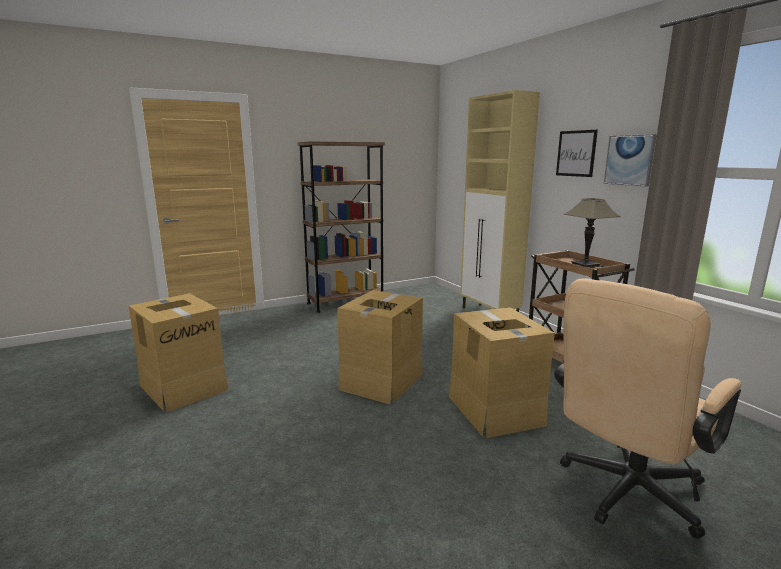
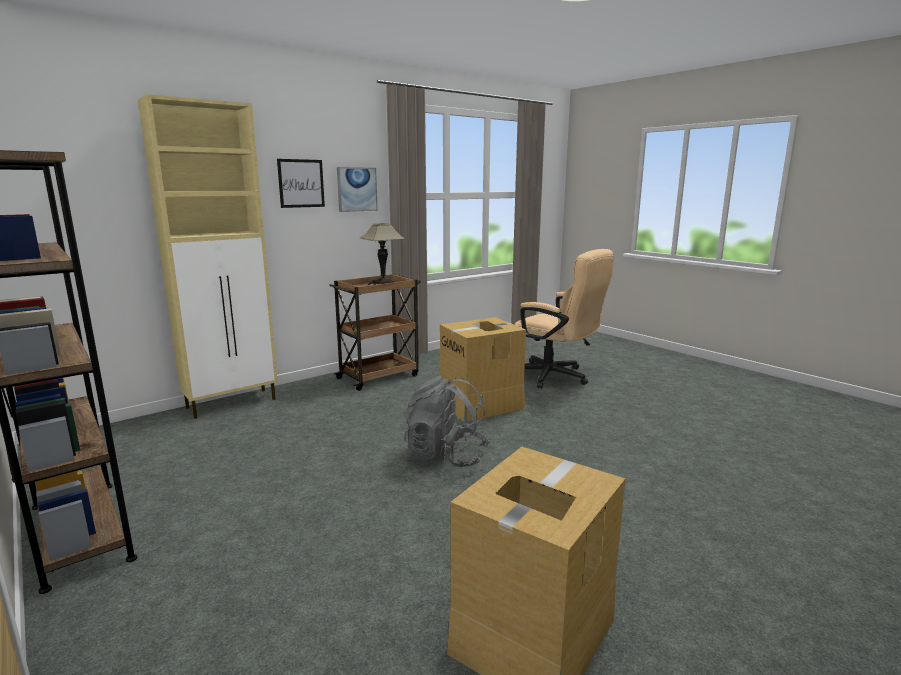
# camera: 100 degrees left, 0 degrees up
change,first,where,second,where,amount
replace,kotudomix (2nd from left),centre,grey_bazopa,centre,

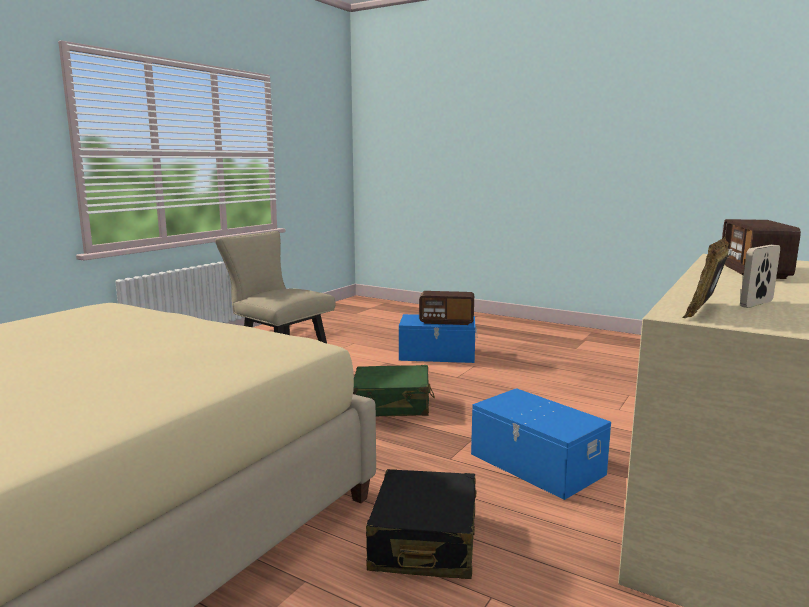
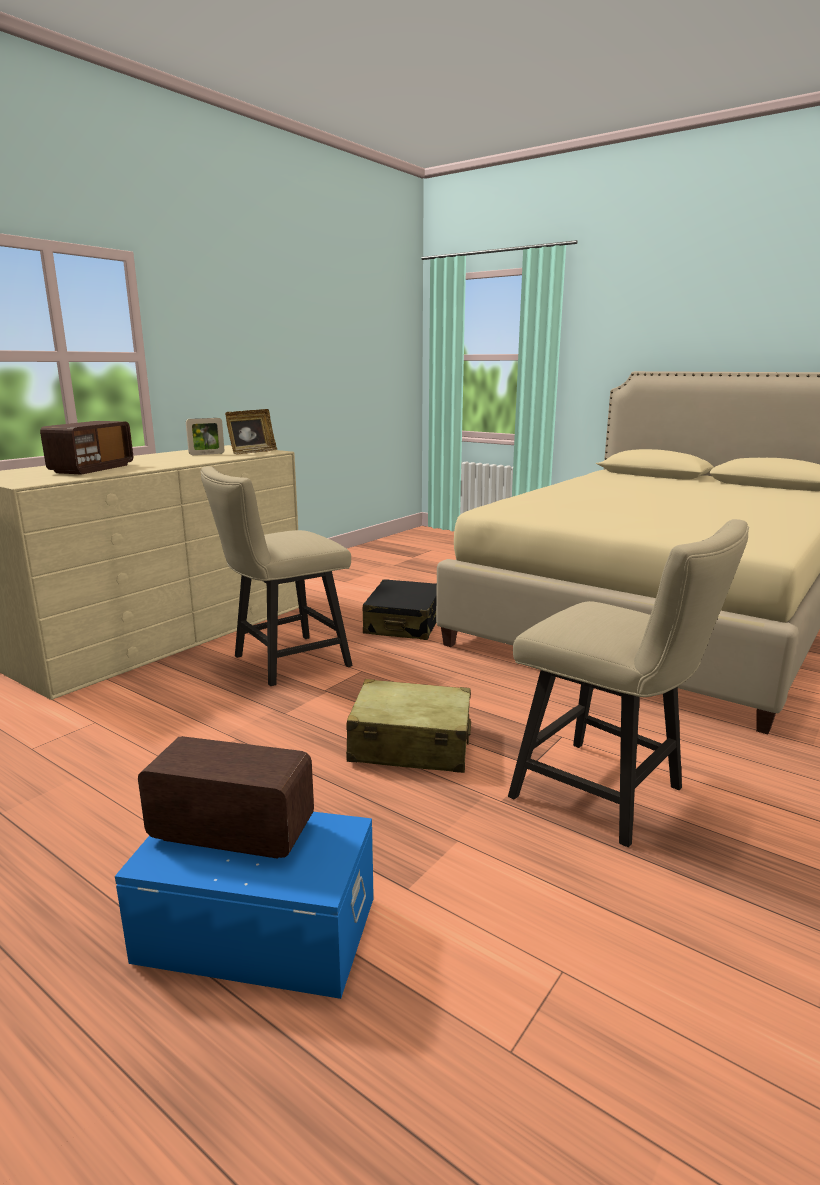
# camera: 175 degrees left, 5 degrees up
change,first,where,second,where,amount
recolor,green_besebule,centre,beige_besebule,centre,
replace,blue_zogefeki (2nd from left),bottom right,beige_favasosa (1st from left),centre,

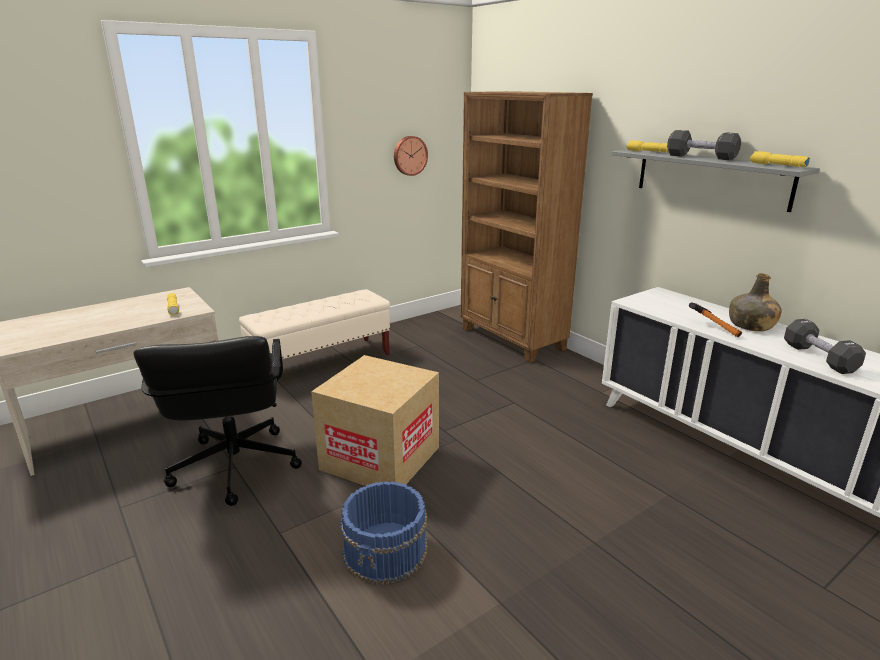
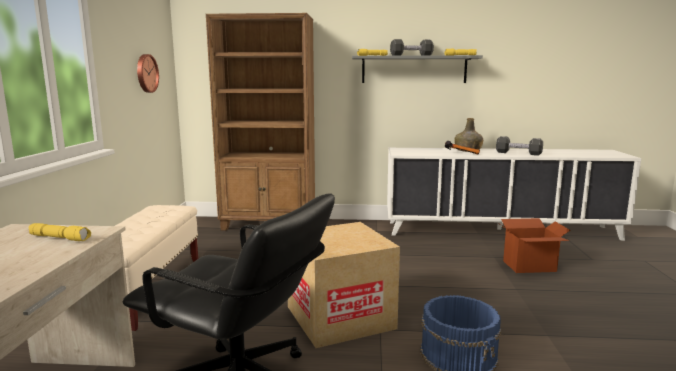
# camera: 50 degrees left, 10 degrees down
change,first,where,second,where,amount
insert,,,kotudomix (2nd from left),middle right,

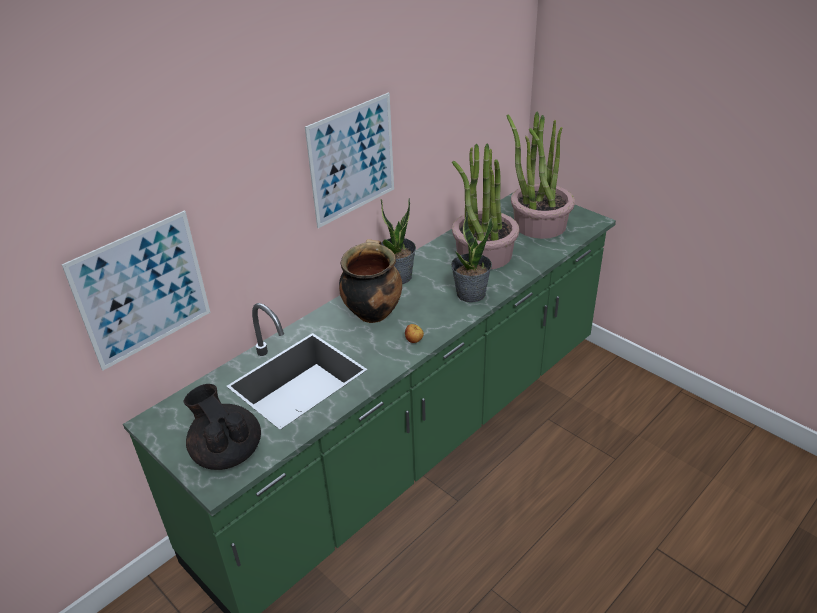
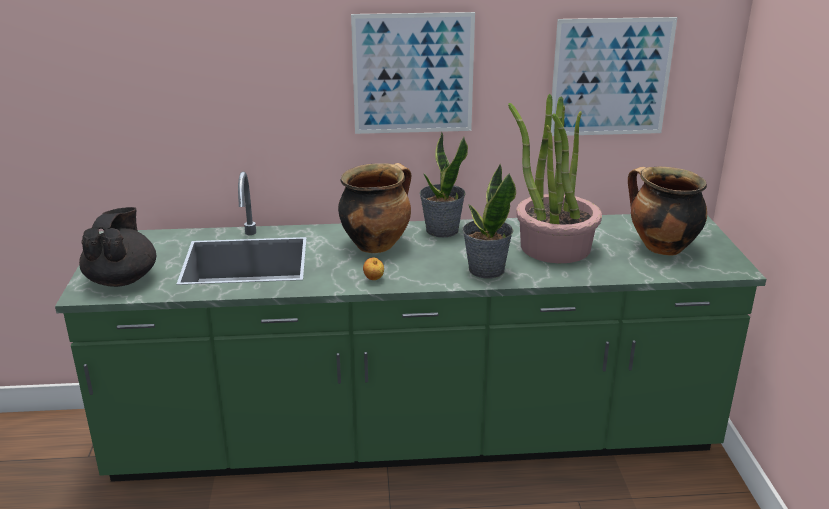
# camera: 40 degrees right, 10 degrees down
change,first,where,second,where,amount
move,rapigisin (1st from left in the first image),middle left,rapigisin (2nd from left),top right,
replace,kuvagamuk (4th from left),top centre,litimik (2nd from left),middle right,

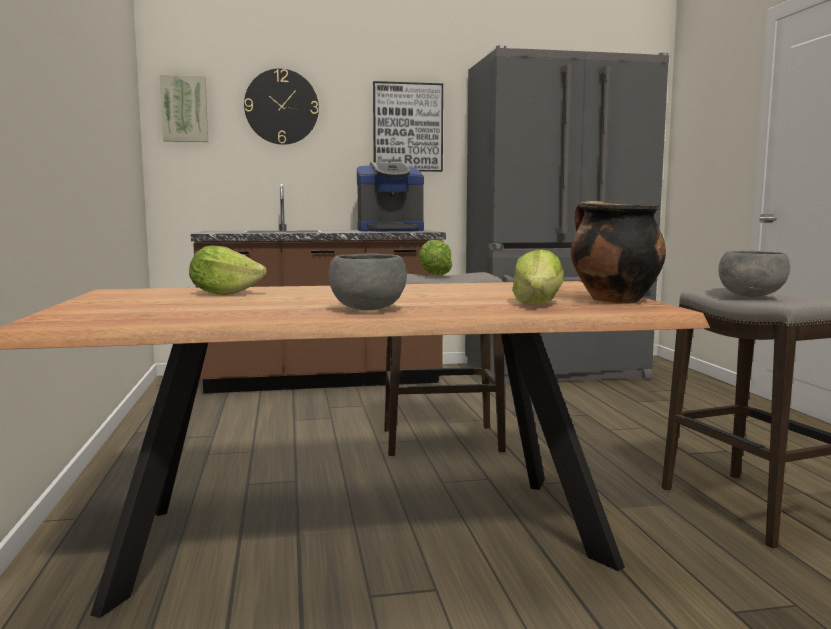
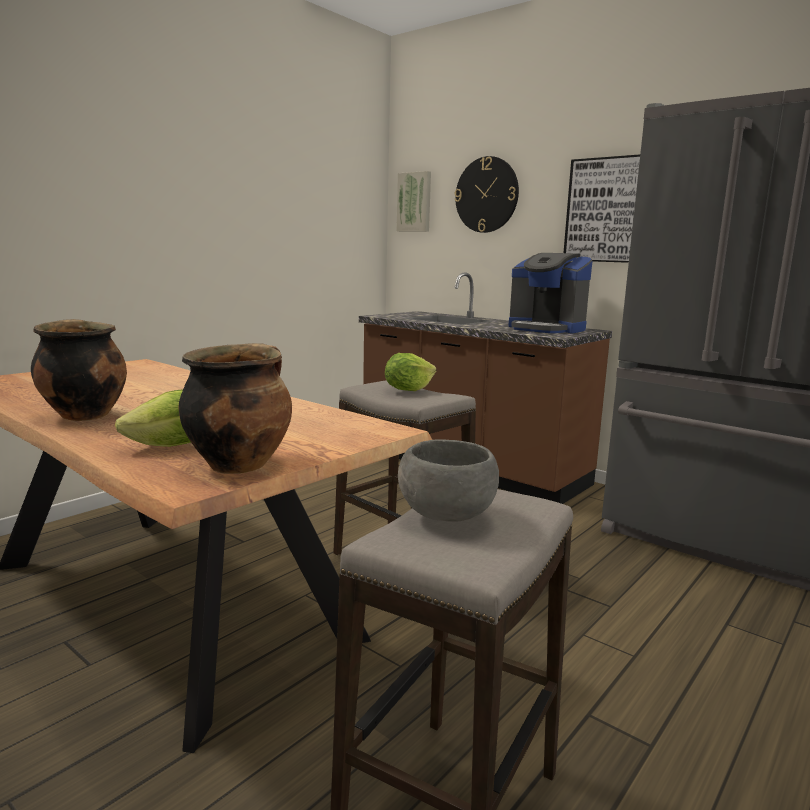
# camera: 50 degrees right, 5 degrees up
change,first,where,second,where,amount
delete,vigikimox (1st from left),middle left,,,
replace,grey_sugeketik (1st from left),centre,litimik (1st from left),middle left,

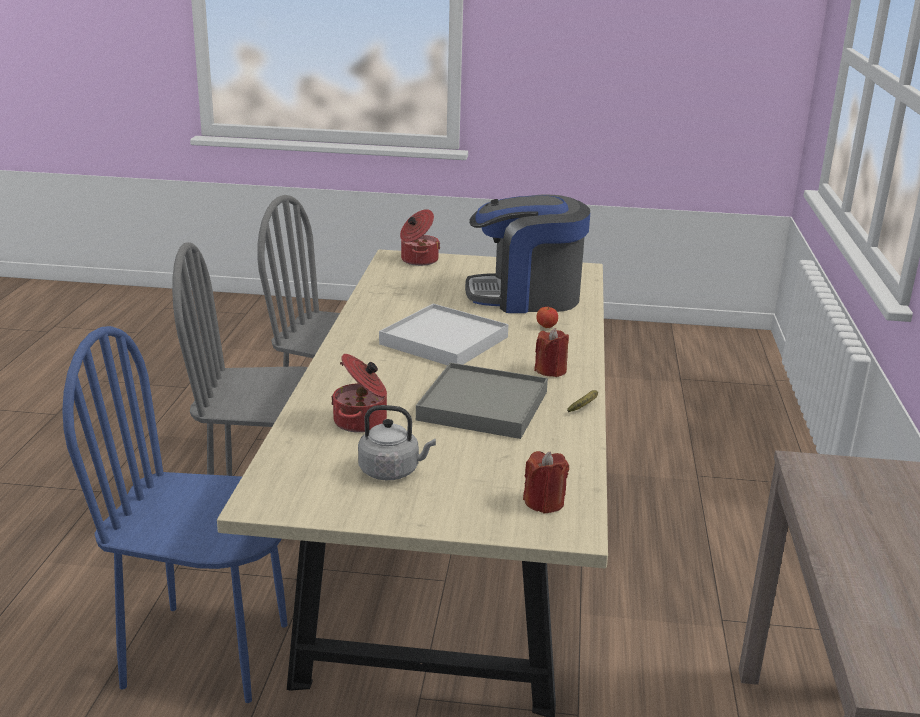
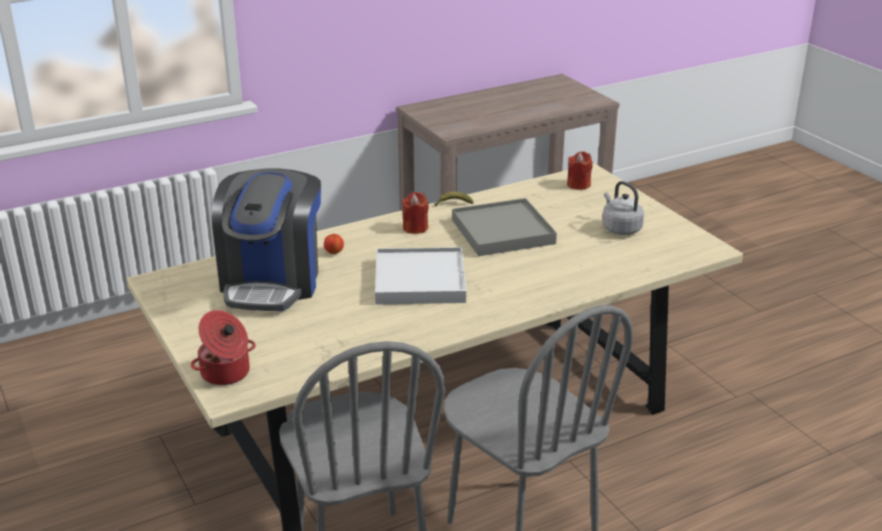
# camera: 125 degrees left, 5 degrees up
change,first,where,second,where,amount
delete,blue_favasosa,bottom left,,,
delete,litimik (1st from left),centre,,,
rotate,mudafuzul,centre,,middle left,45 degrees clockwise

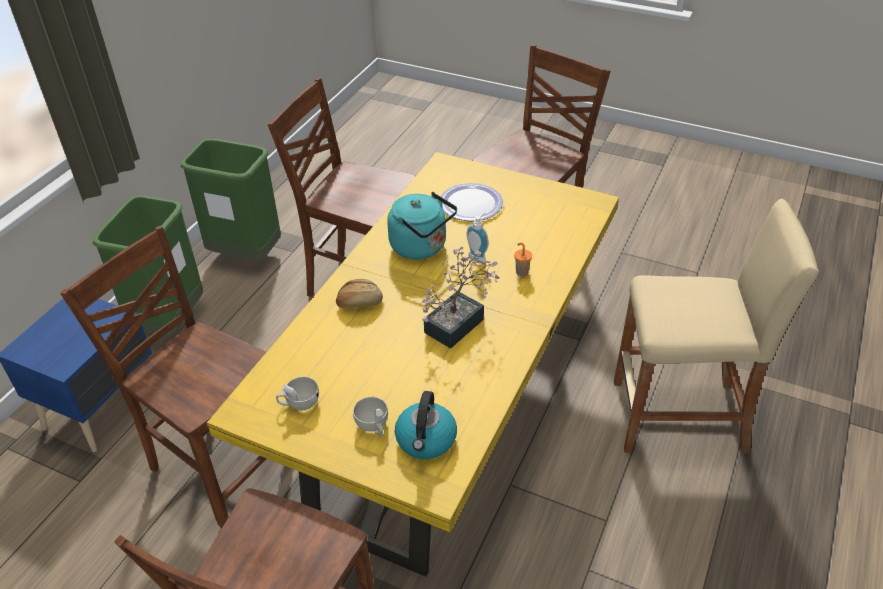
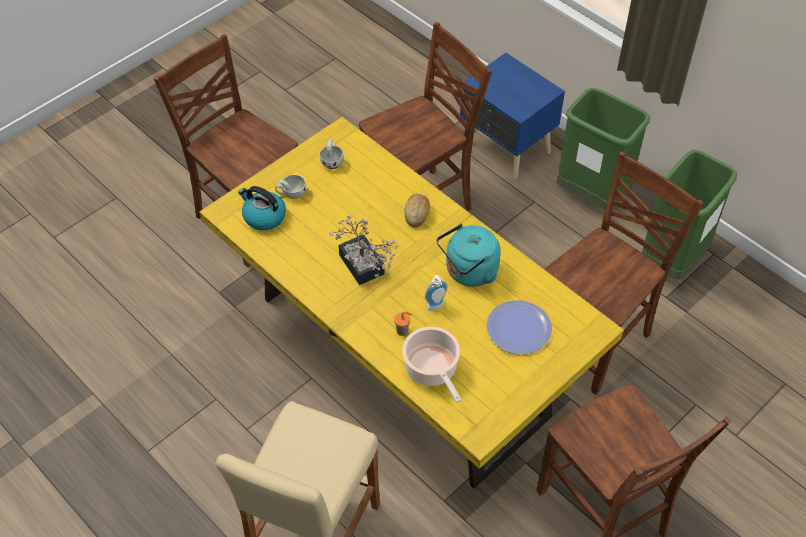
# camera: 110 degrees right, 10 degrees up
change,first,where,second,where,amount
insert,,,litimik,bottom centre,

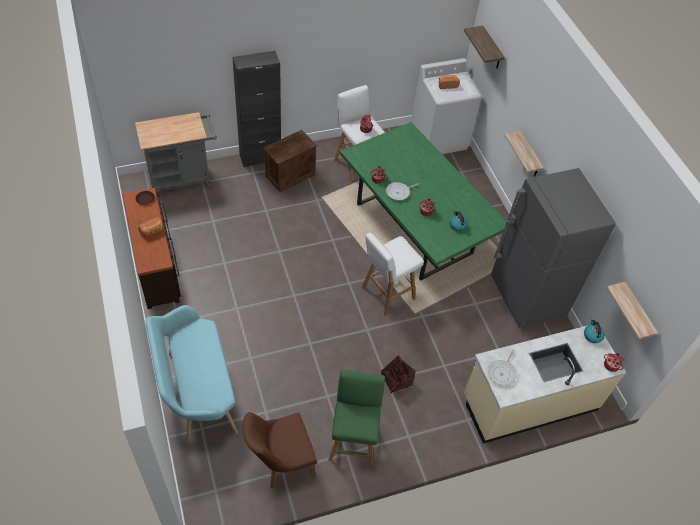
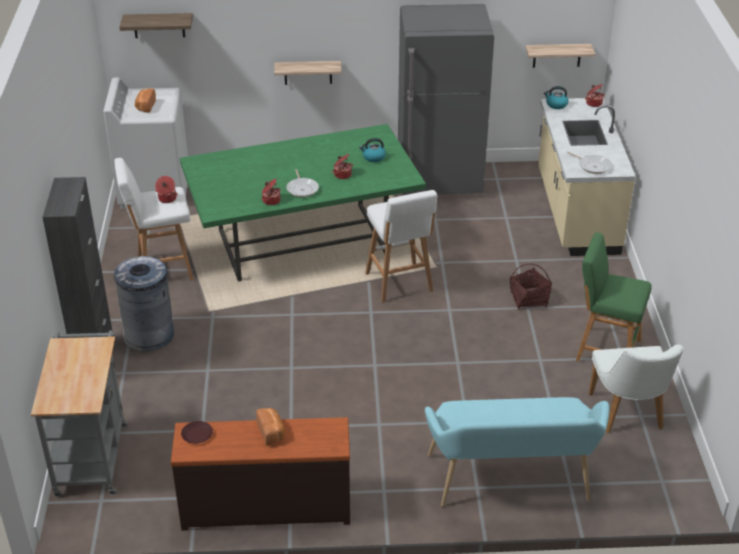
# camera: 70 degrees left, 15 degrees down
change,first,where,second,where,amount
recolor,brown_favasosa,bottom centre,white_favasosa,bottom right,
replace,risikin,top centre,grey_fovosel,middle left,

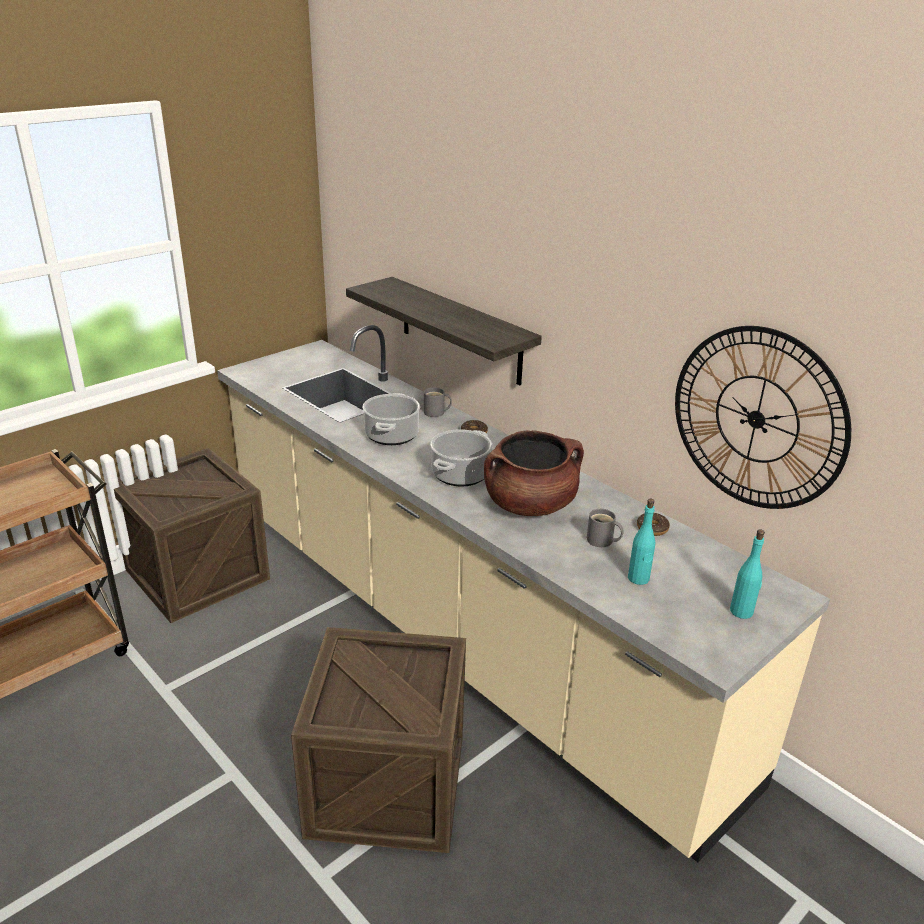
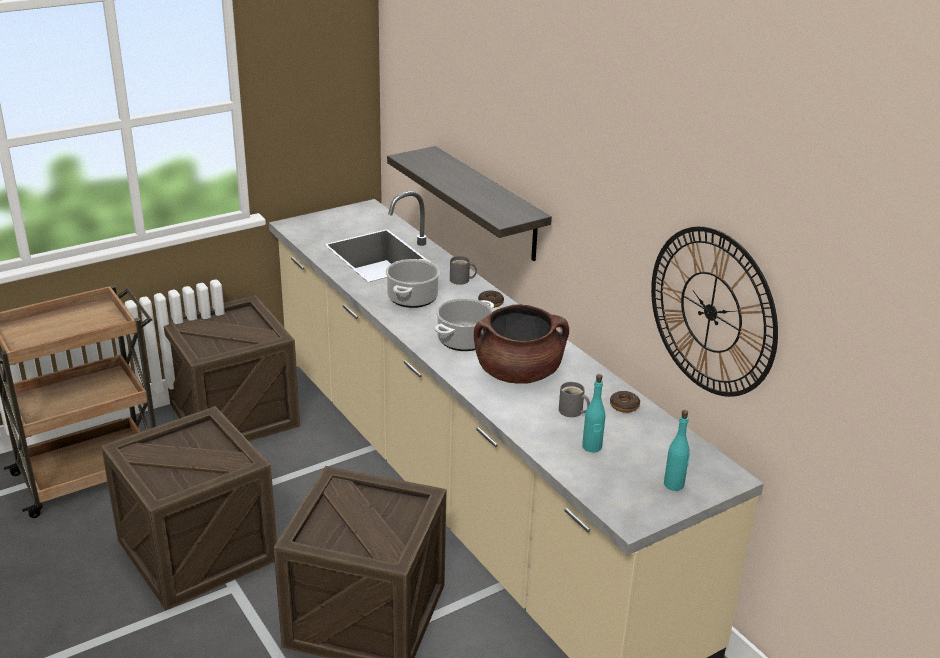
# camera: 10 degrees right, 0 degrees up
change,first,where,second,where,amount
insert,,,risikin (1st from left),bottom left,

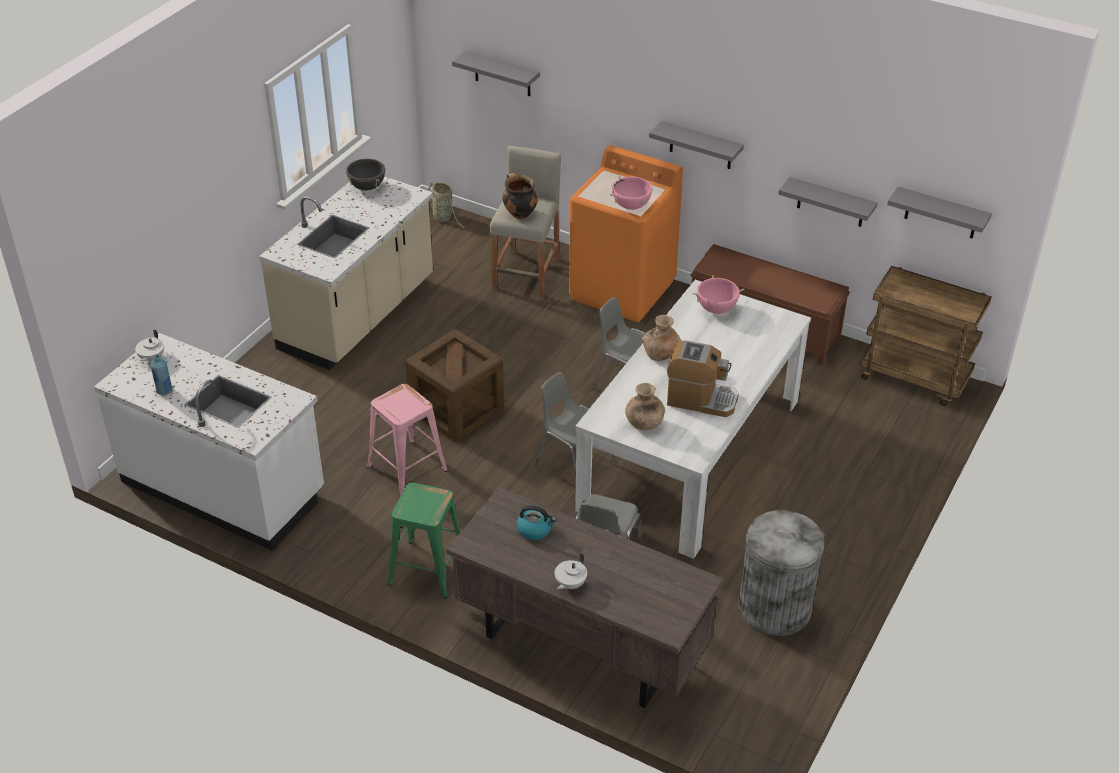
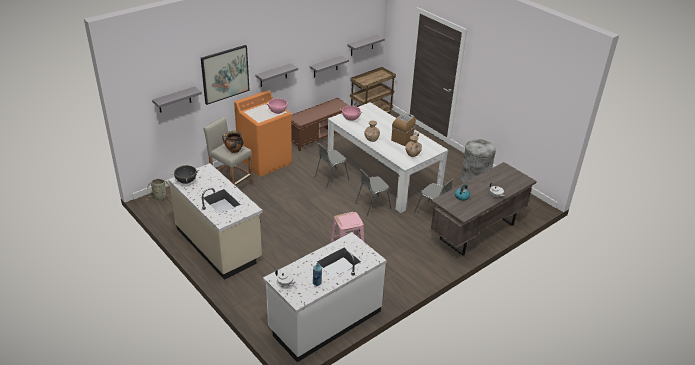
# camera: 70 degrees left, 5 degrees down
change,first,where,second,where,amount
delete,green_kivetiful,bottom centre,,,
delete,risikin,centre,,,
insert,,,rapigisin,top left,

